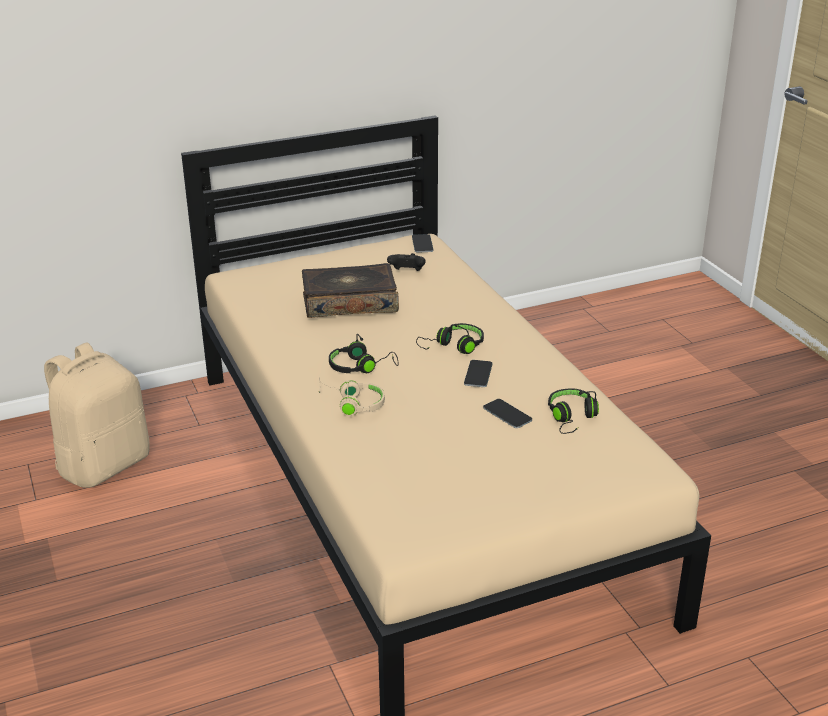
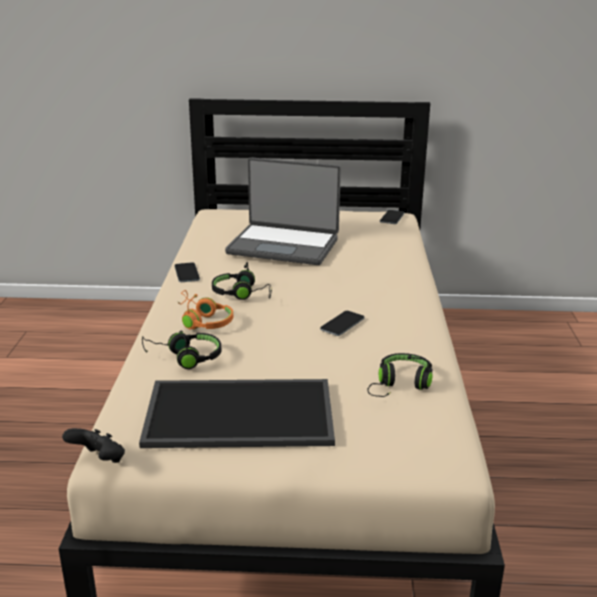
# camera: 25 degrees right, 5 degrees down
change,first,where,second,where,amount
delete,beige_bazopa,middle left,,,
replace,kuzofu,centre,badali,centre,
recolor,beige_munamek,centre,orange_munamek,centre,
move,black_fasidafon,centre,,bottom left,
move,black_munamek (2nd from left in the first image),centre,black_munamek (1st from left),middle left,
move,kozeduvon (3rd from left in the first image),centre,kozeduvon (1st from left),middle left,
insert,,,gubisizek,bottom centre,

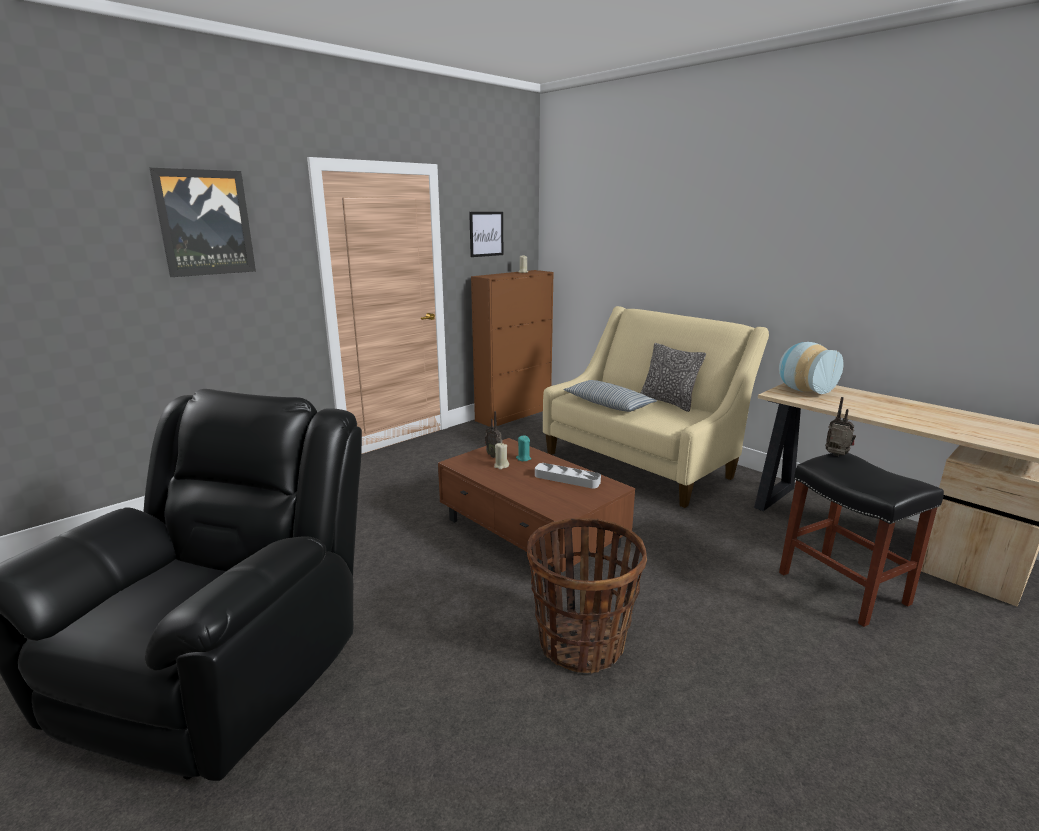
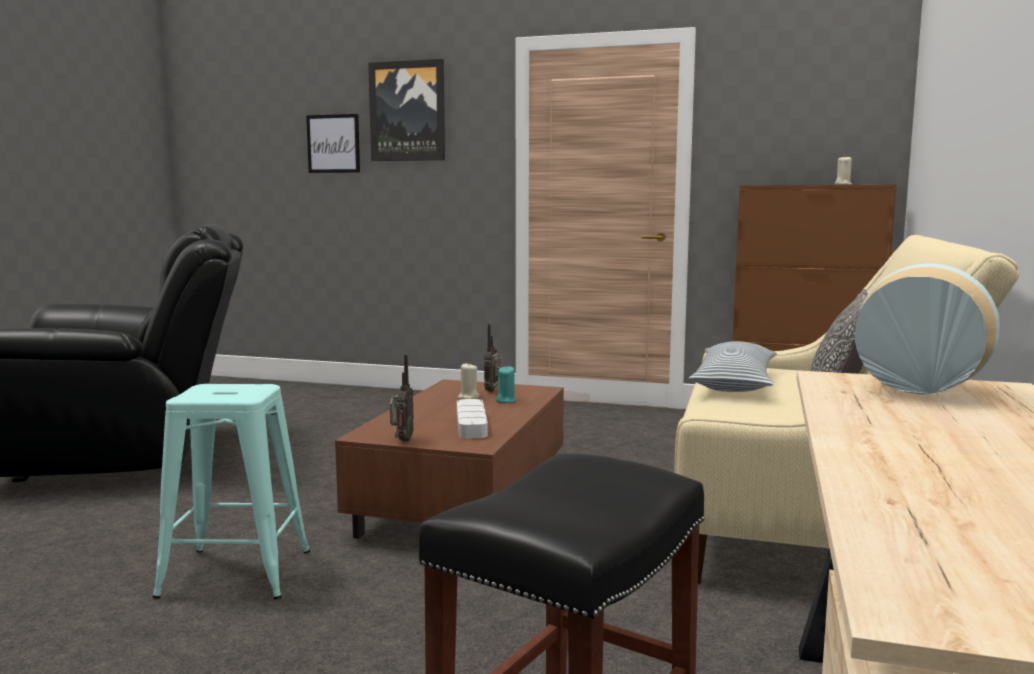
# camera: 60 degrees right, 10 degrees down
change,first,where,second,where,amount
move,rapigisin (2nd from left in the first image),top centre,rapigisin (1st from left),top left,
replace,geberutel,bottom centre,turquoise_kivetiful,bottom left,
move,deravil (2nd from left in the first image),middle right,deravil (1st from left),centre,

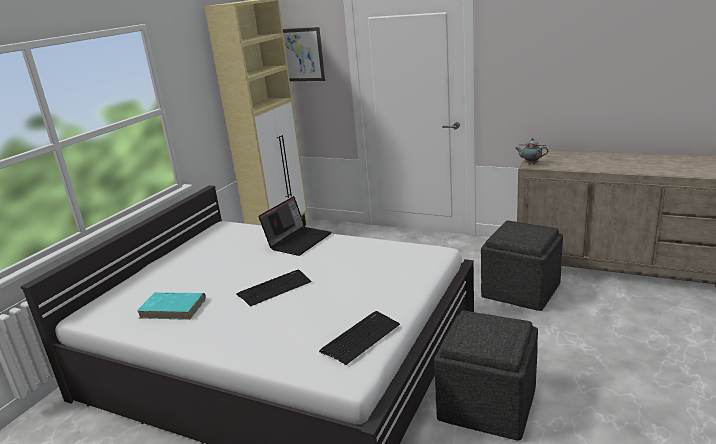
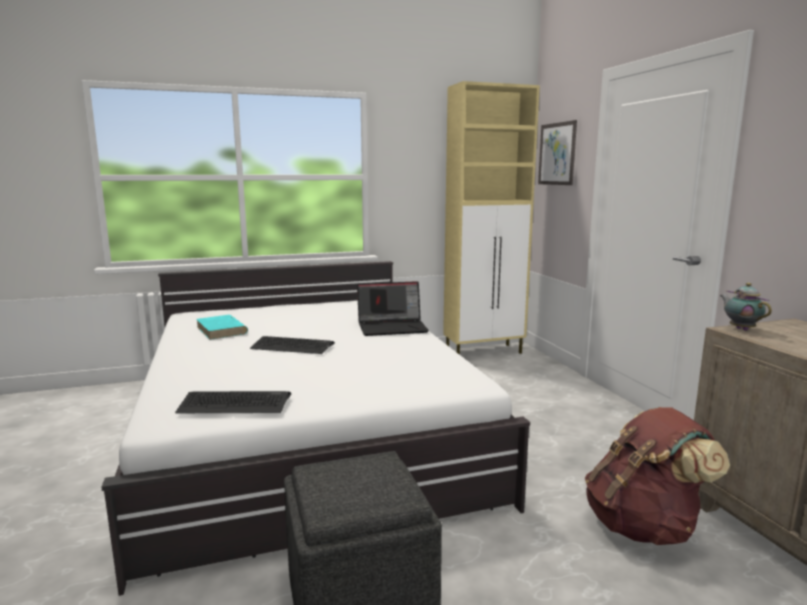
# camera: 45 degrees right, 10 degrees down
change,first,where,second,where,amount
replace,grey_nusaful (2nd from left),middle right,brown_bazopa,bottom right,

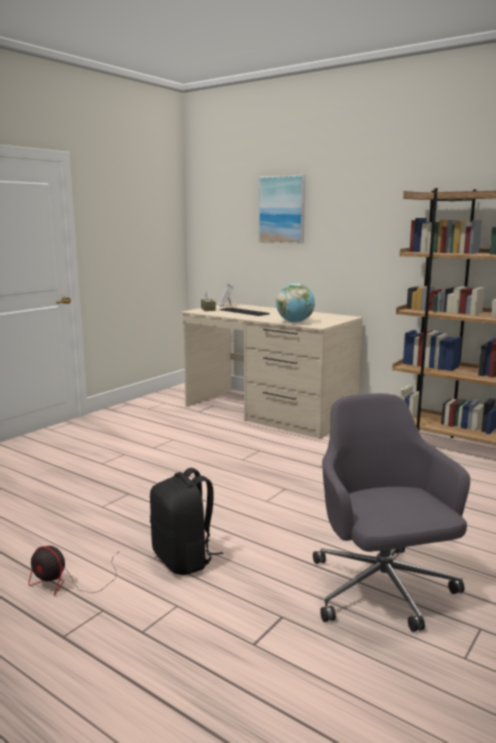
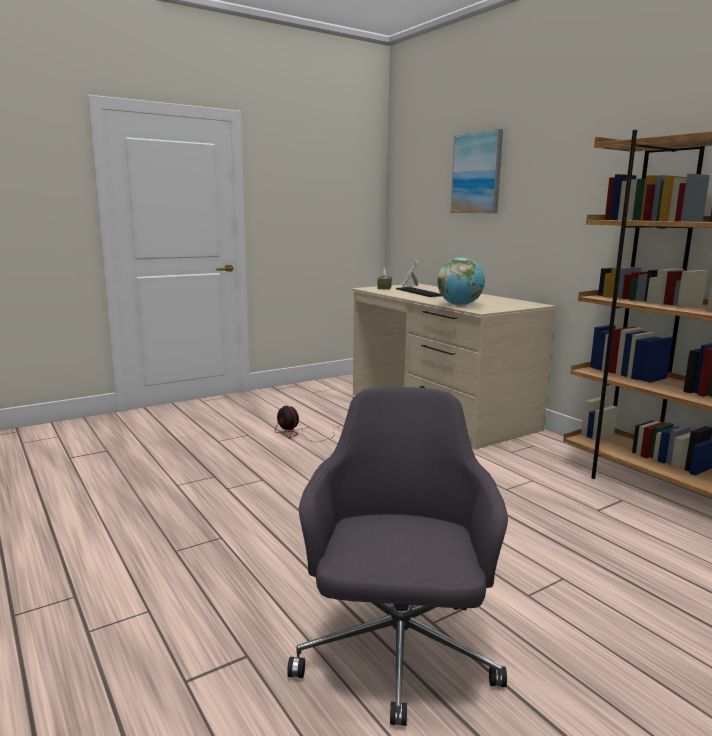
# camera: 20 degrees right, 0 degrees up
change,first,where,second,where,amount
move,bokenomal,bottom left,,centre,
delete,black_bazopa,bottom centre,,,

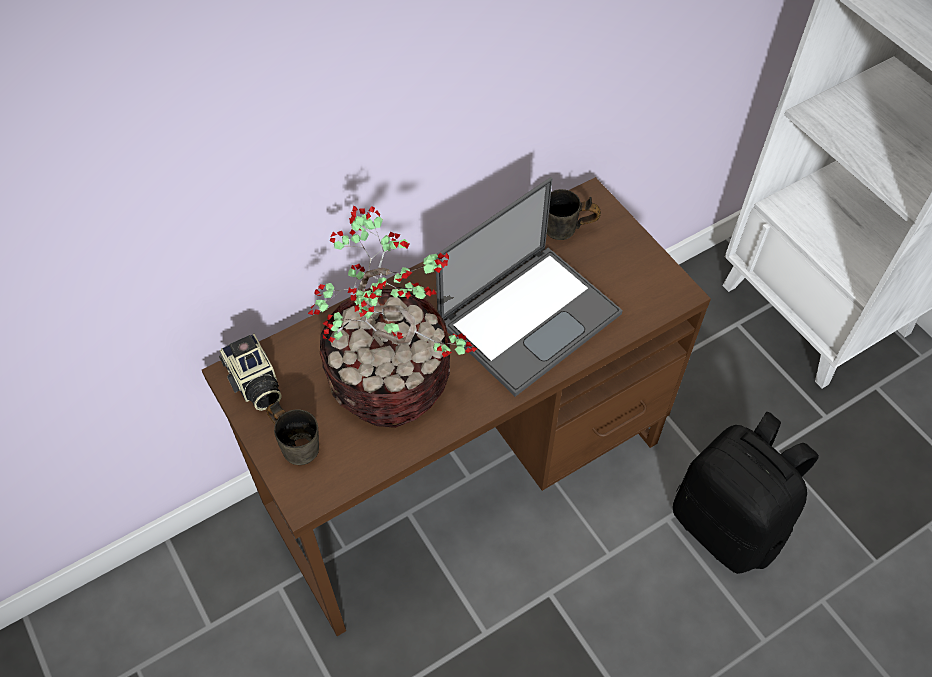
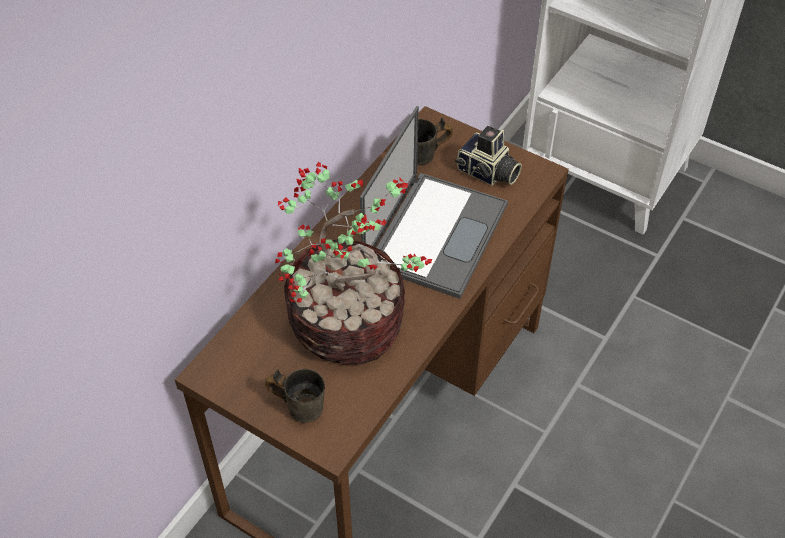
# camera: 25 degrees left, 5 degrees down
change,first,where,second,where,amount
move,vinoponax,middle left,,top centre,
delete,black_bazopa,bottom right,,,

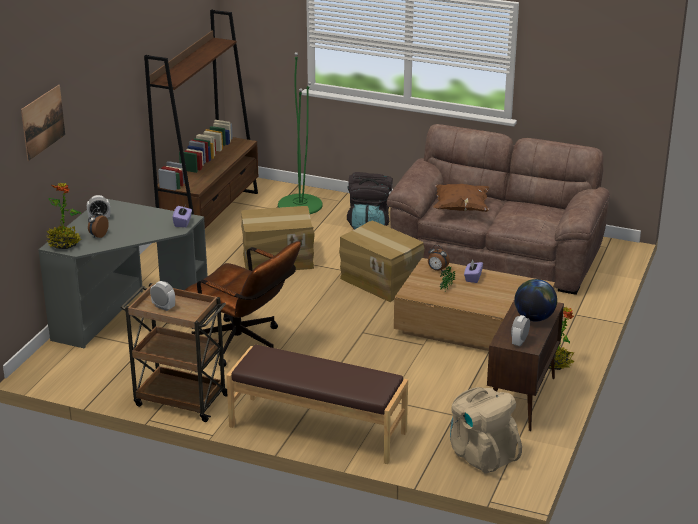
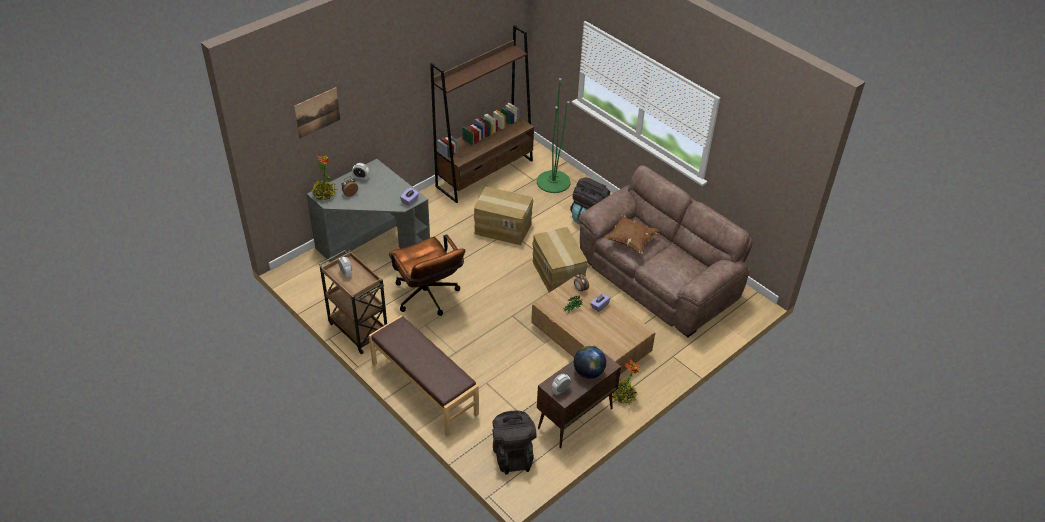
# camera: 25 degrees right, 15 degrees up
change,first,where,second,where,amount
recolor,beige_bazopa,bottom right,black_bazopa (1st from left),bottom centre,

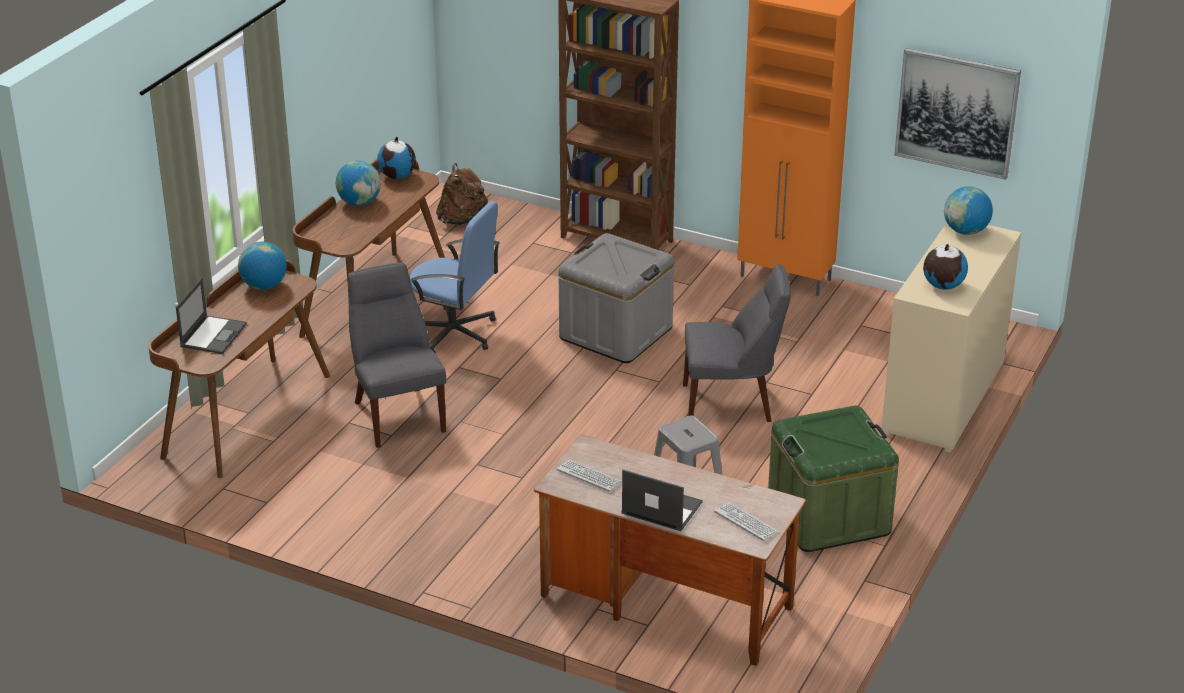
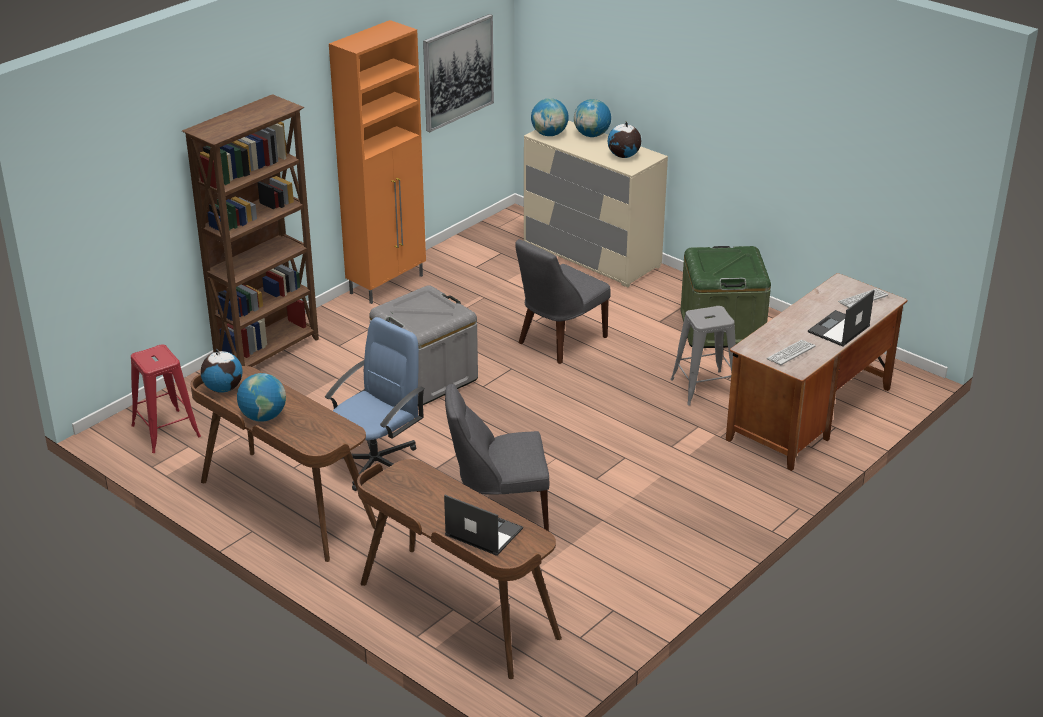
# camera: 75 degrees left, 0 degrees up
change,first,where,second,where,amount
move,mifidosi (1st from left in the first image),middle left,mifidosi (4th from left),top centre,
replace,brown_bazopa,top centre,red_kivetiful,middle left,
rotate,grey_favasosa (2nd from left),centre,,centre,150 degrees counterclockwise

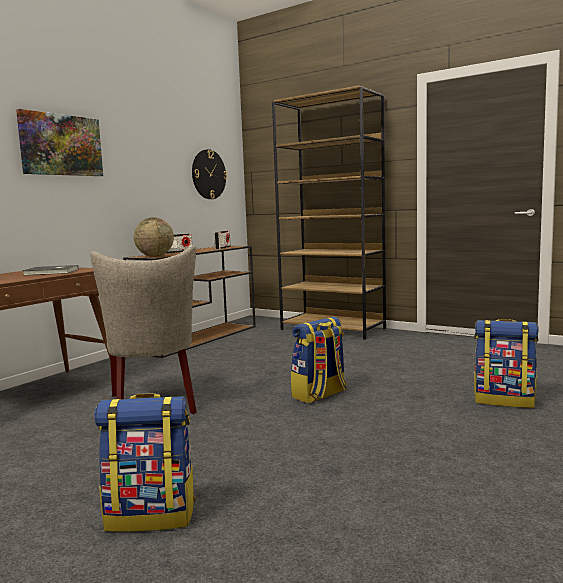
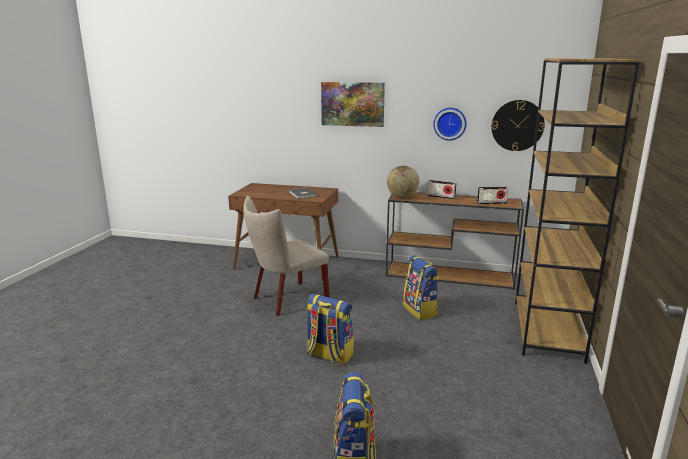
# camera: 70 degrees right, 10 degrees up
change,first,where,second,where,amount
move,bazopa (1st from left in the first image),bottom left,bazopa (3rd from left),centre,
insert,,,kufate (1st from left),top centre,

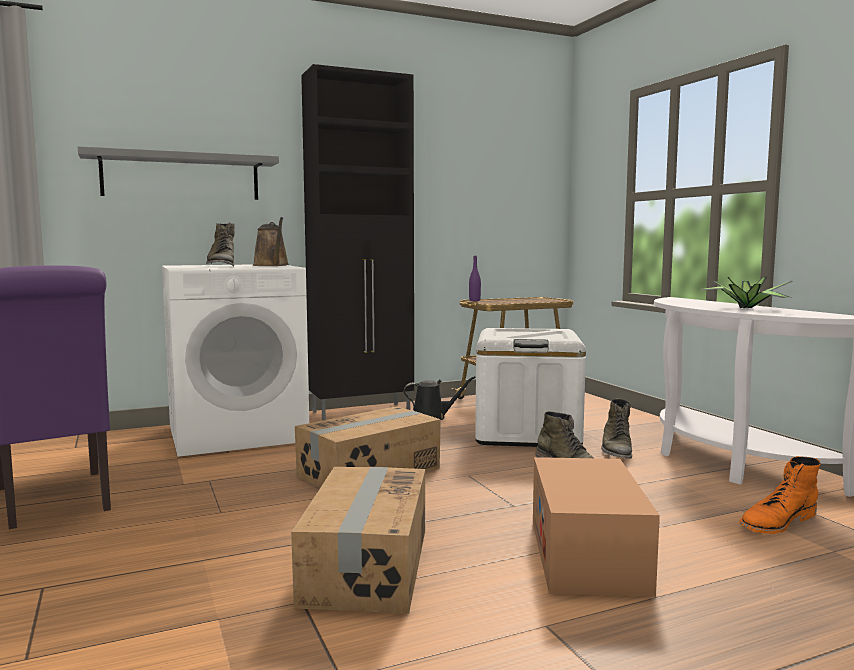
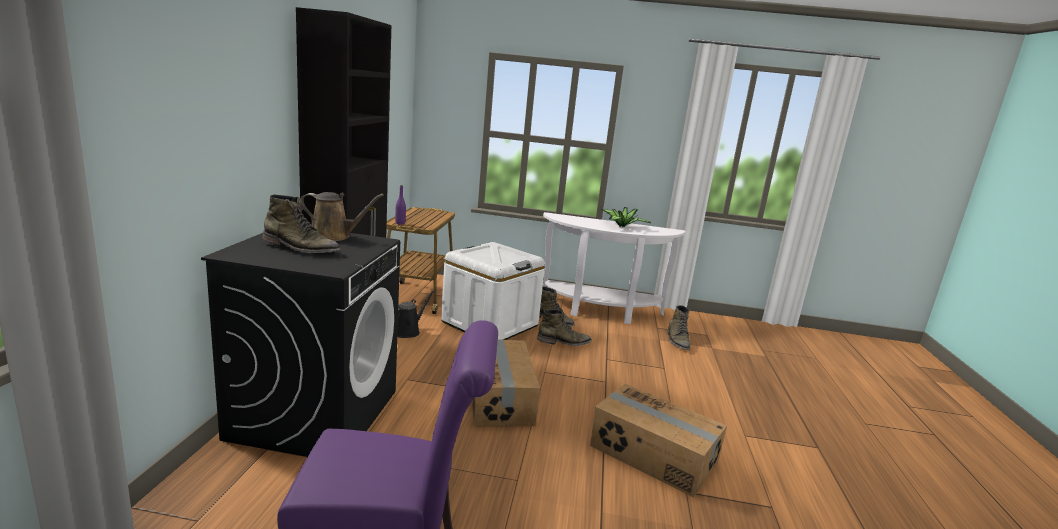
# camera: 60 degrees left, 10 degrees up
change,first,where,second,where,amount
delete,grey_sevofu,top left,,,
recolor,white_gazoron,middle left,black_gazoron,middle left,
delete,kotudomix (3rd from left),bottom right,,,
recolor,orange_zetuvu,bottom right,green_zetuvu (4th from left),centre,

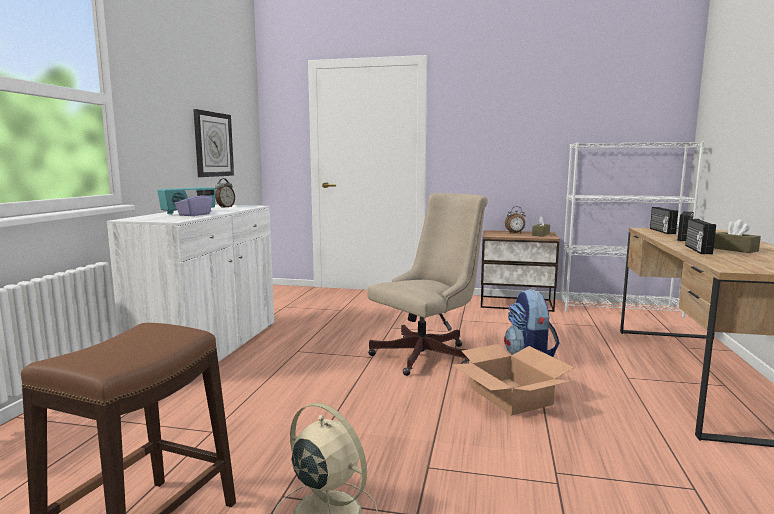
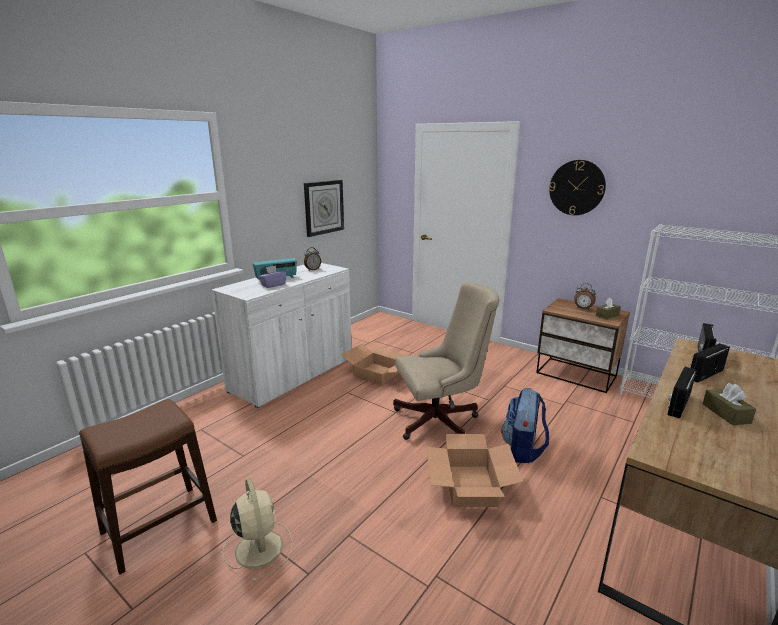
# camera: 25 degrees right, 10 degrees up
change,first,where,second,where,amount
insert,,,kotudomix (1st from left),centre,
insert,,,kufate (2nd from left),top right,

